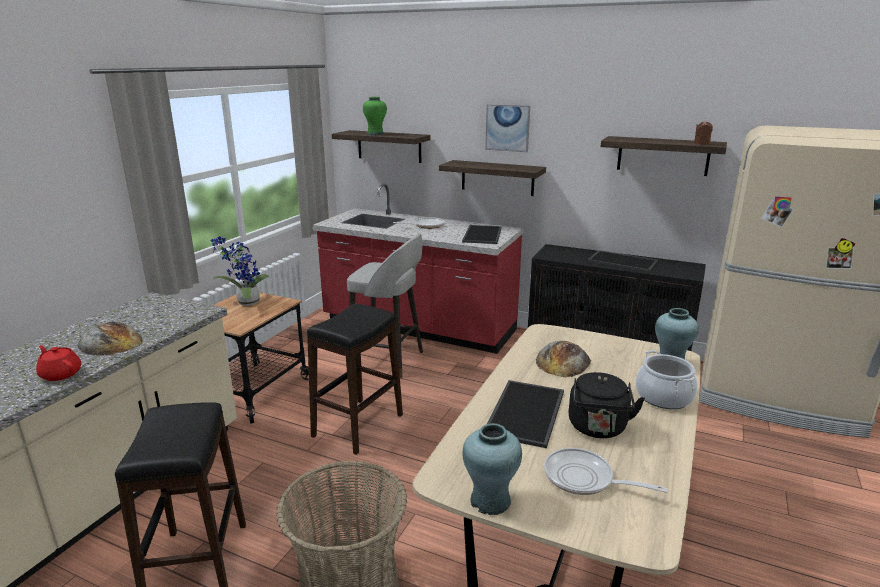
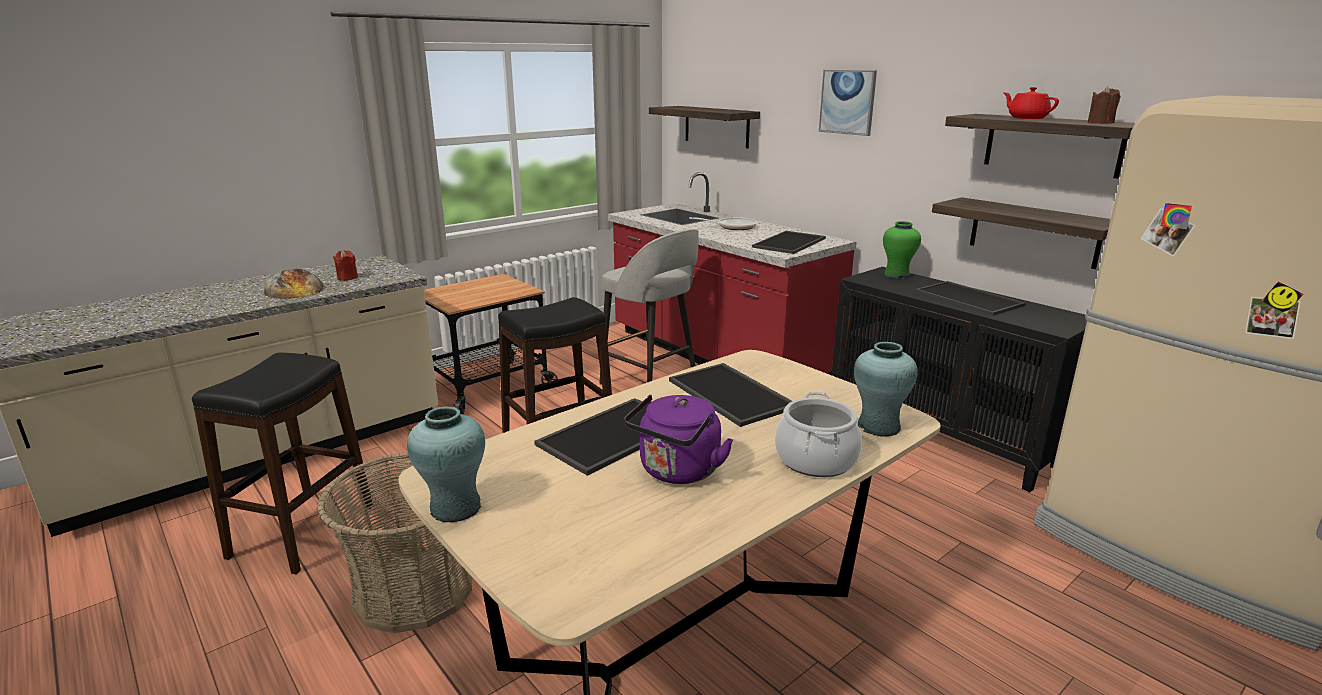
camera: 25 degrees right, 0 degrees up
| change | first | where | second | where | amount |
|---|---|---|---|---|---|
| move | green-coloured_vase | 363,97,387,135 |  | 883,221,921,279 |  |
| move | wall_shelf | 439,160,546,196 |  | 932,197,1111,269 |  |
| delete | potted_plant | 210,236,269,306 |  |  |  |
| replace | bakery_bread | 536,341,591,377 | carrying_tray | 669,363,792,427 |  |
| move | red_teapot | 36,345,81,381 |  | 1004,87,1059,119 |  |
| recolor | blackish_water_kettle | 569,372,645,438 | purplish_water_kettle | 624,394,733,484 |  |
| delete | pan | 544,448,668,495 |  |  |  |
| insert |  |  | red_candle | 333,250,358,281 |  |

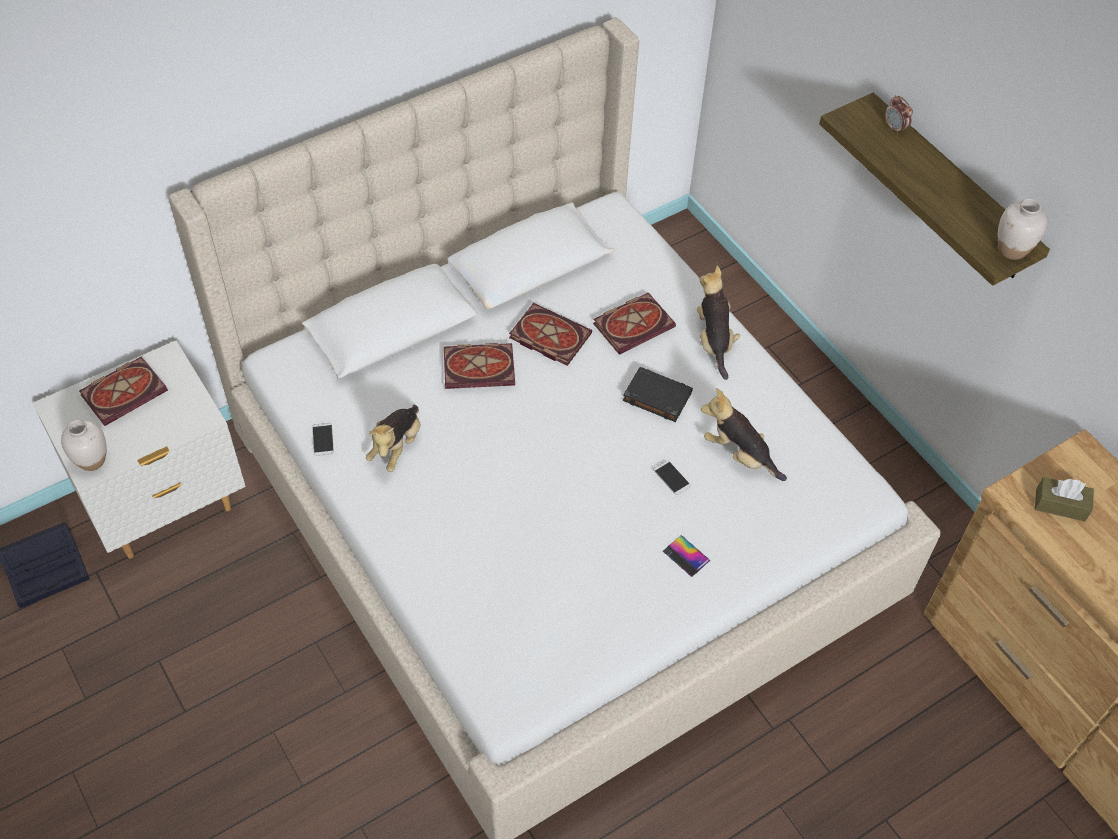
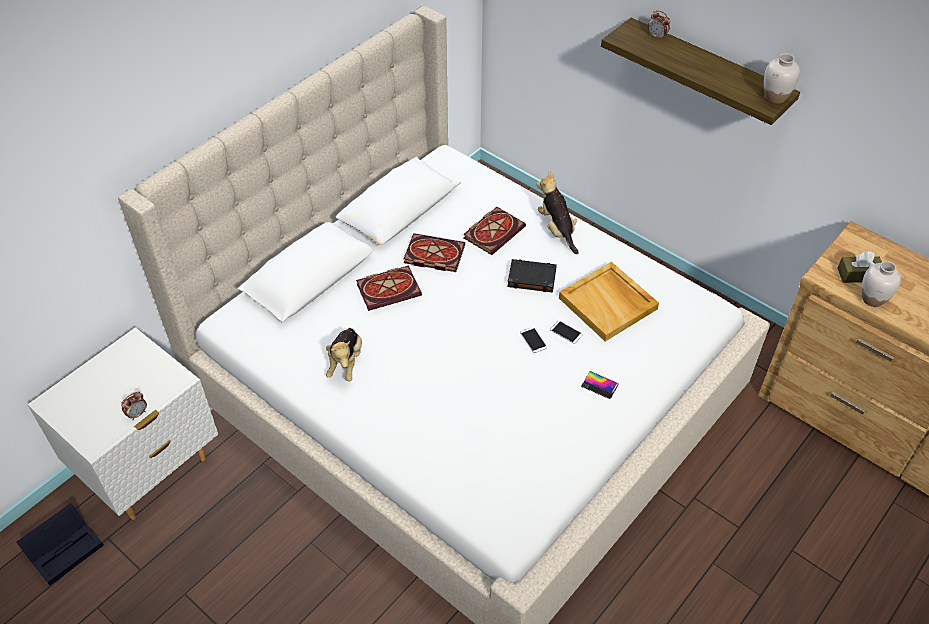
camera: 15 degrees left, 5 degrees down
| change | first | where | second | where | amount |
|---|---|---|---|---|---|
| delete | bound_book | 79,357,168,426 |  |  |  |
| replace | plush_toy | 701,388,787,481 | beige_carrying_tray | 559,262,659,341 |  |
| move | whitish_vase | 61,420,107,471 |  | 861,261,901,307 |  |
| move | handset | 312,423,334,456 |  | 520,327,547,353 |  |
| insert |  |  | bedside_clock | 121,392,147,420 |  |

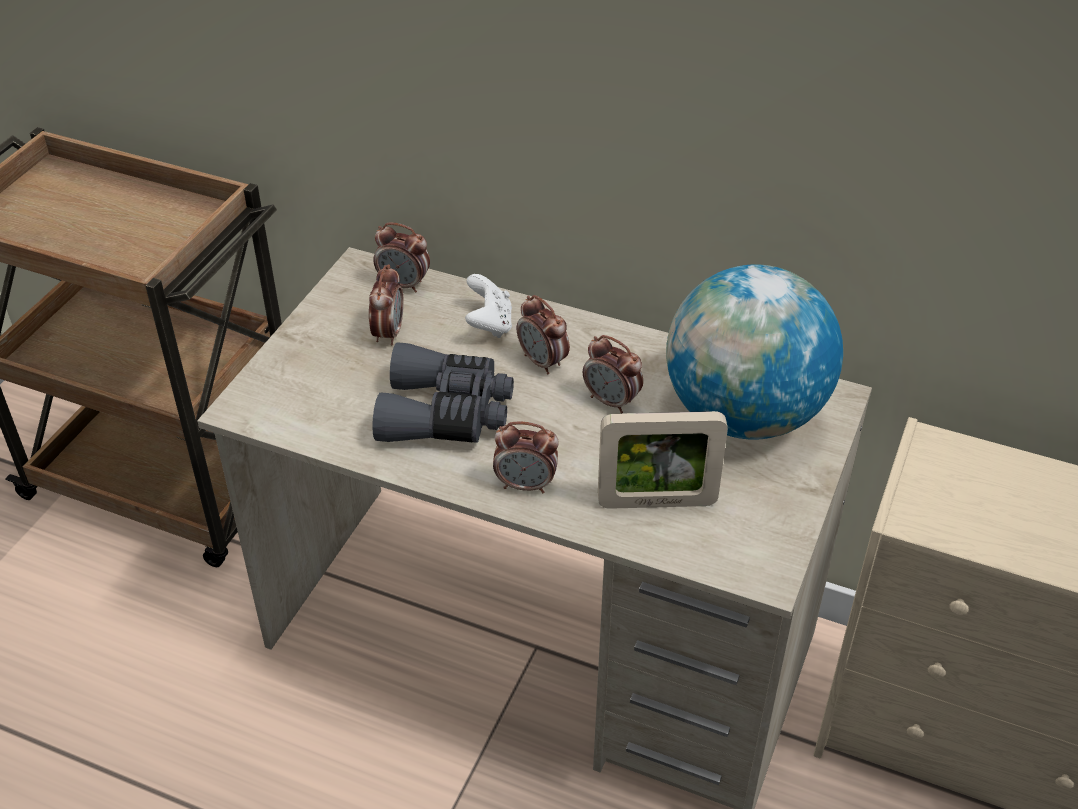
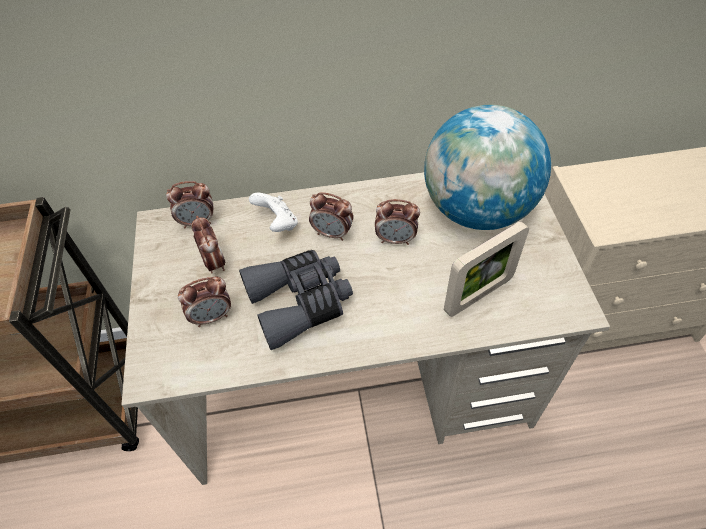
camera: 30 degrees left, 10 degrees up
| change | first | where | second | where | amount |
|---|---|---|---|---|---|
| move | bedside_clock | 493,422,559,493 |  | 178,276,231,327 |  |

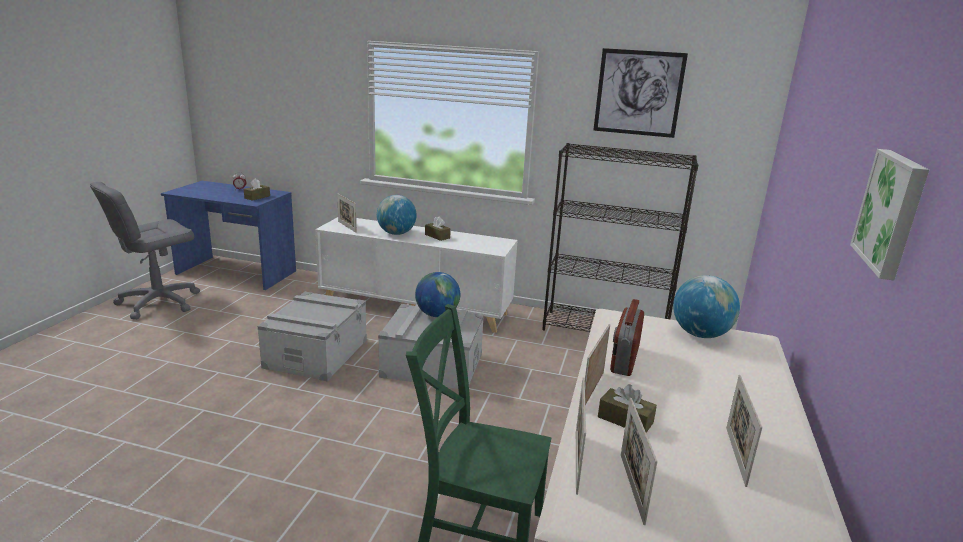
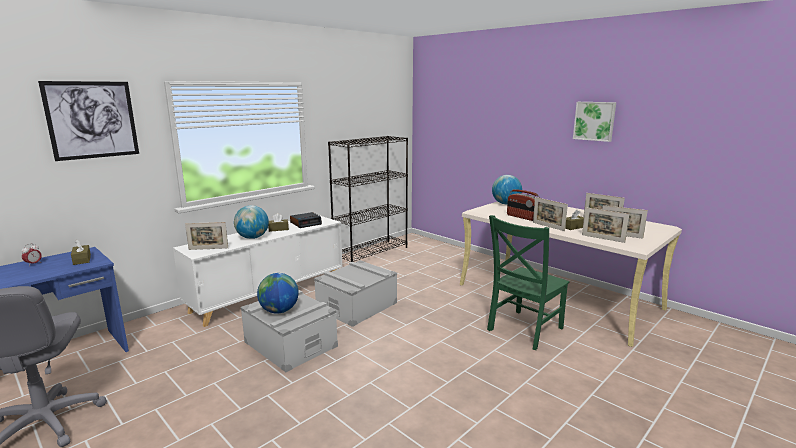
camera: 60 degrees left, 5 degrees down
| change | first | where | second | where | amount |
|---|---|---|---|---|---|
| move | wall_art | 594,48,688,138 |  | 38,81,139,161 |  |
| move | world_globe | 415,272,460,317 |  | 257,273,299,314 |  |
| insert |  |  | bedside_clock | 290,212,322,228 |  |

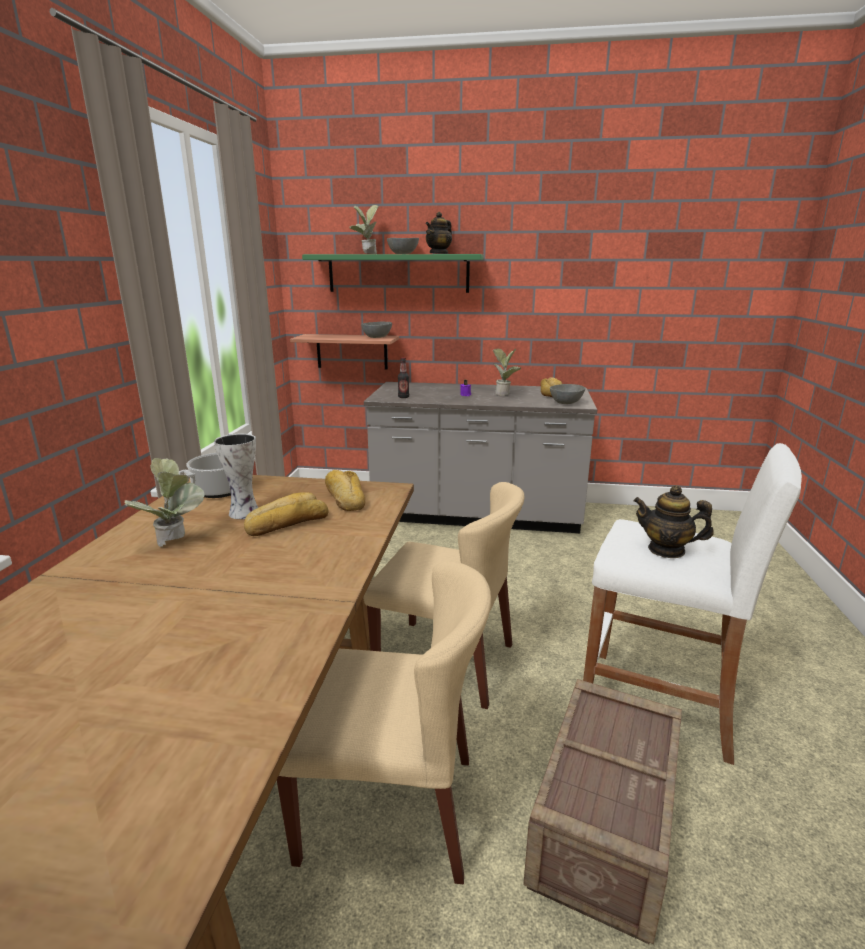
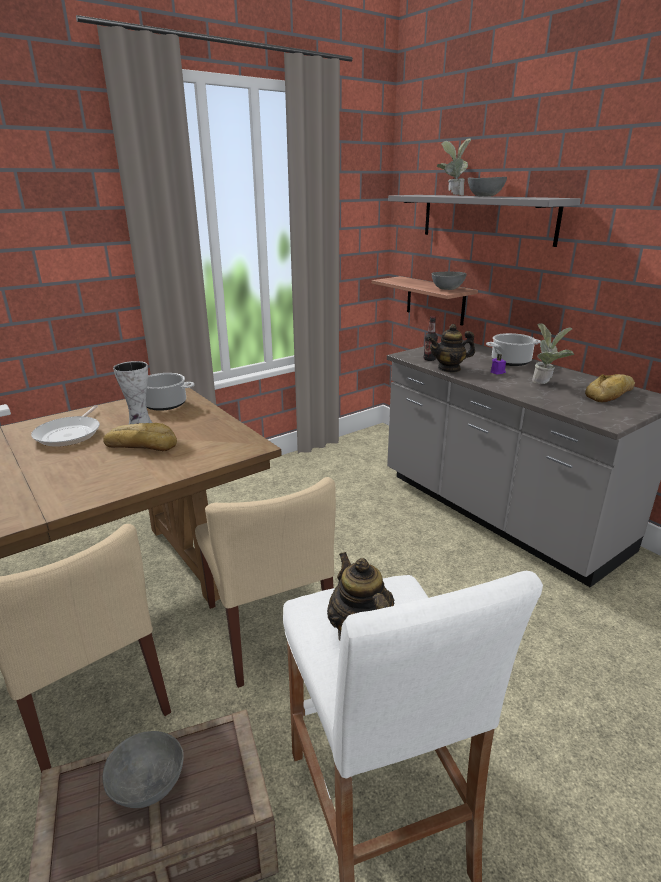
camera: 45 degrees right, 5 degrees up
| change | first | where | second | where | amount |
|---|---|---|---|---|---|
| move | teapot | 426,212,452,254 |  | 428,324,475,373 |  |
| recolor | green-coloured_wall_shelf | 302,254,483,293 | gray_wall_shelf | 388,195,581,247 |  |
| move | gray_serving_bowl | 550,384,585,404 |  | 103,731,184,808 |  |
| replace | potted_plant | 125,458,205,547 | pan | 31,405,100,447 |  |
| delete | bakery_bread | 325,470,365,511 |  |  |  |
| insert |  |  | stockpot | 486,333,541,366 |  |

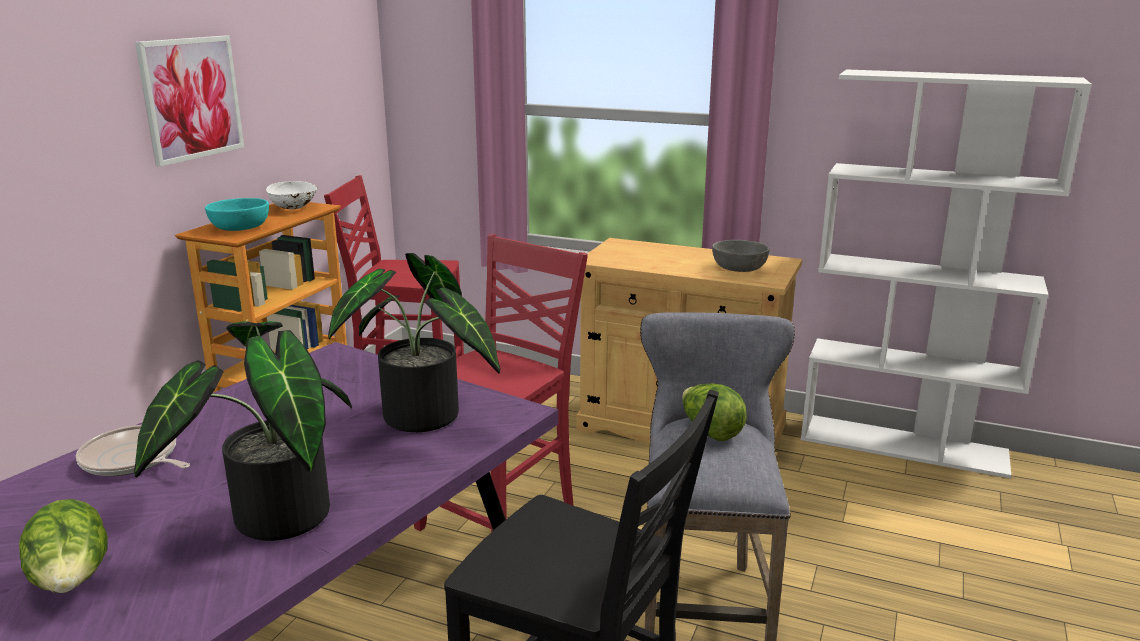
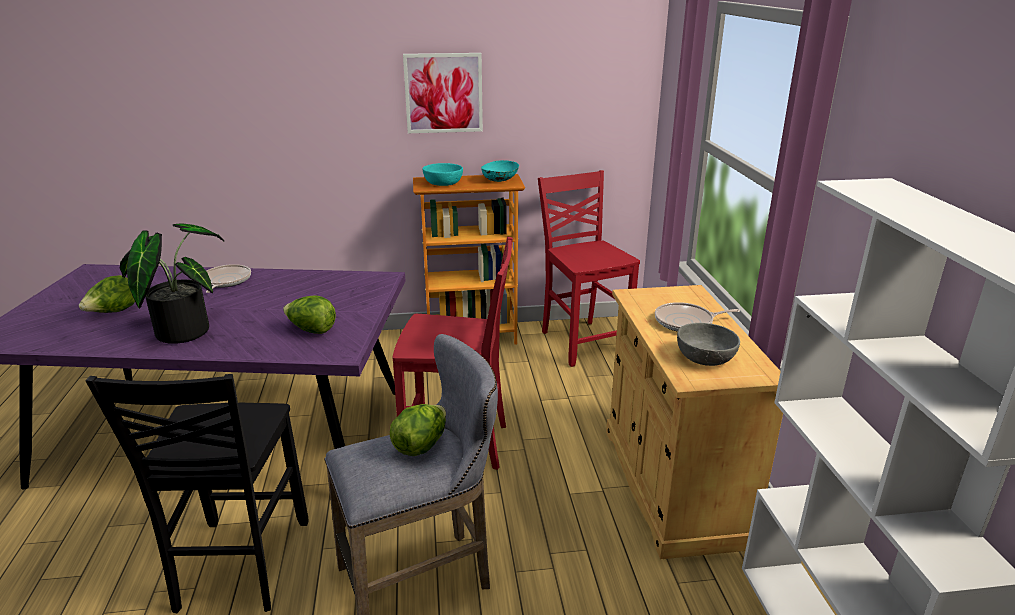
camera: 60 degrees right, 5 degrees up
| change | first | where | second | where | amount |
|---|---|---|---|---|---|
| recolor | whitish_serving_bowl | 266,181,317,209 | turquoise_serving_bowl | 481,160,519,182 |  |
| replace | potted_plant | 328,253,501,432 | lettuce | 283,296,336,334 |  |
| insert |  |  | pan | 655,302,740,332 |  |

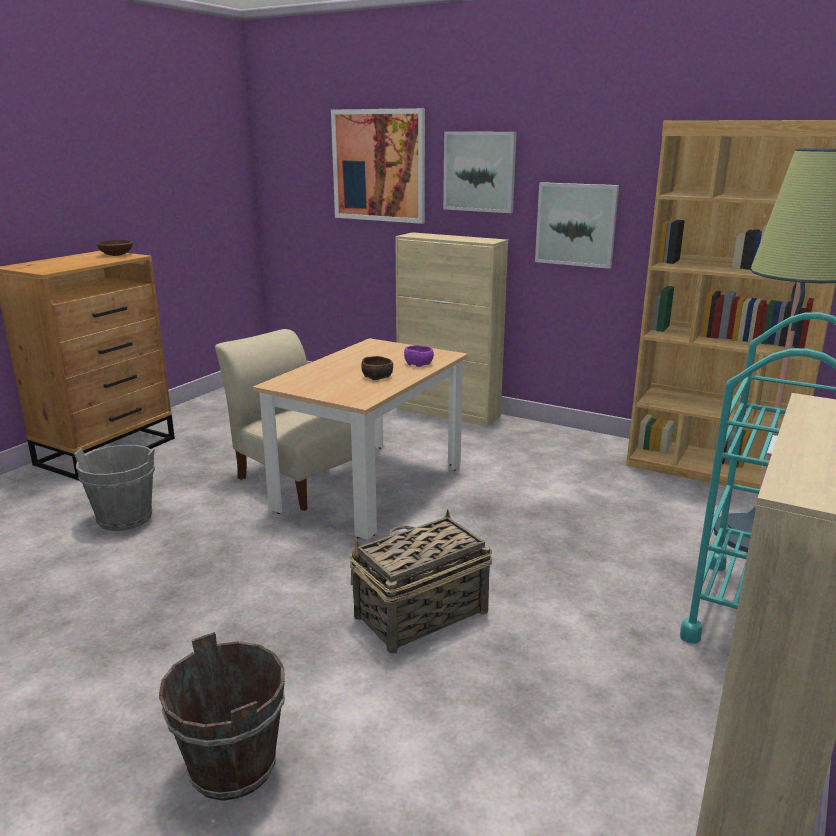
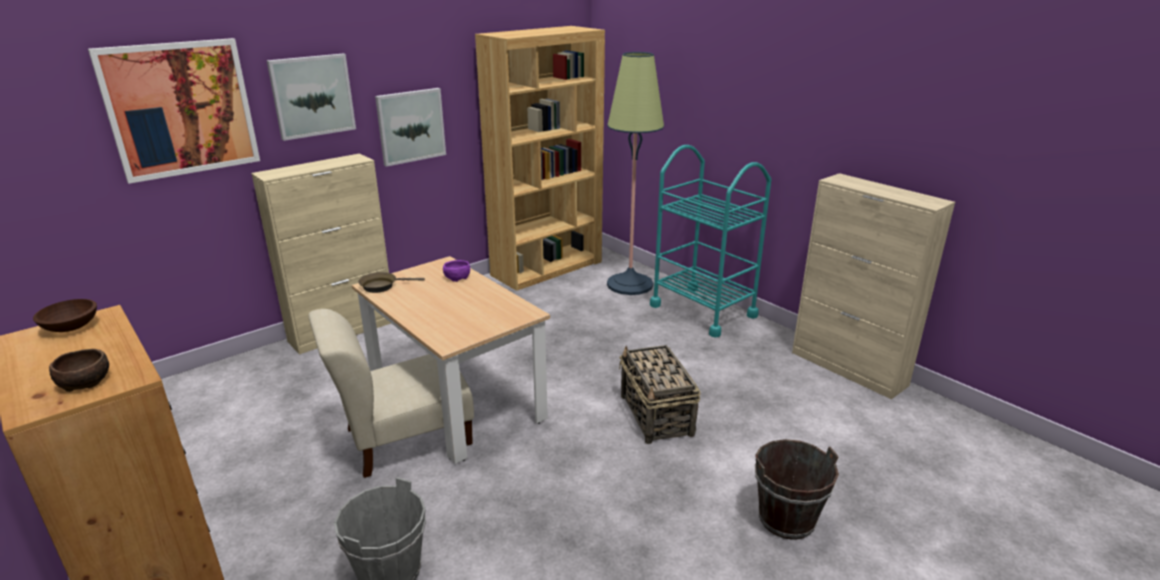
camera: 70 degrees left, 5 degrees up
| change | first | where | second | where | amount |
|---|---|---|---|---|---|
| move | brown-coloured_serving_bowl | 361,356,393,380 |  | 49,349,109,392 |  |
| insert |  |  | brown-coloured_pan | 358,272,425,293 |  |

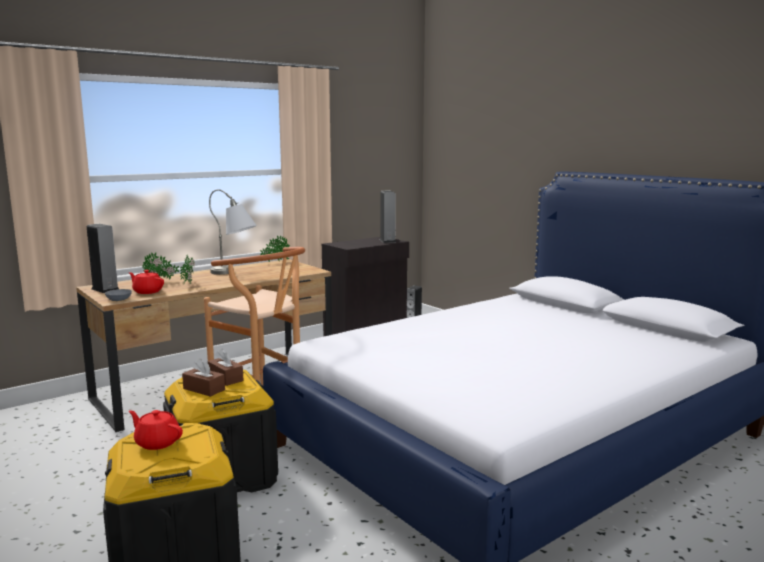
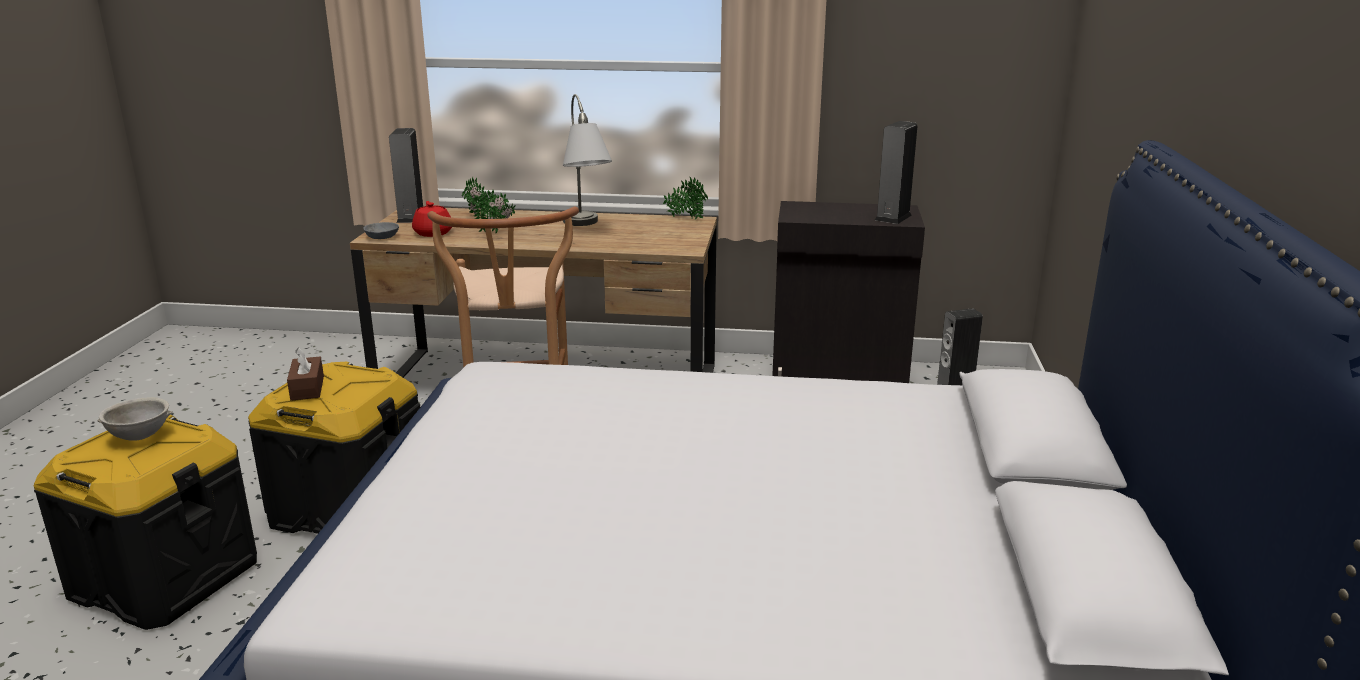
camera: 45 degrees right, 10 degrees up
| change | first | where | second | where | amount |
|---|---|---|---|---|---|
| delete | brown-coloured_tissue_box | 208,349,244,386 |  |  |  |
| replace | red_teapot | 129,410,183,450 | gray_serving_bowl | 98,397,173,441 |  |

